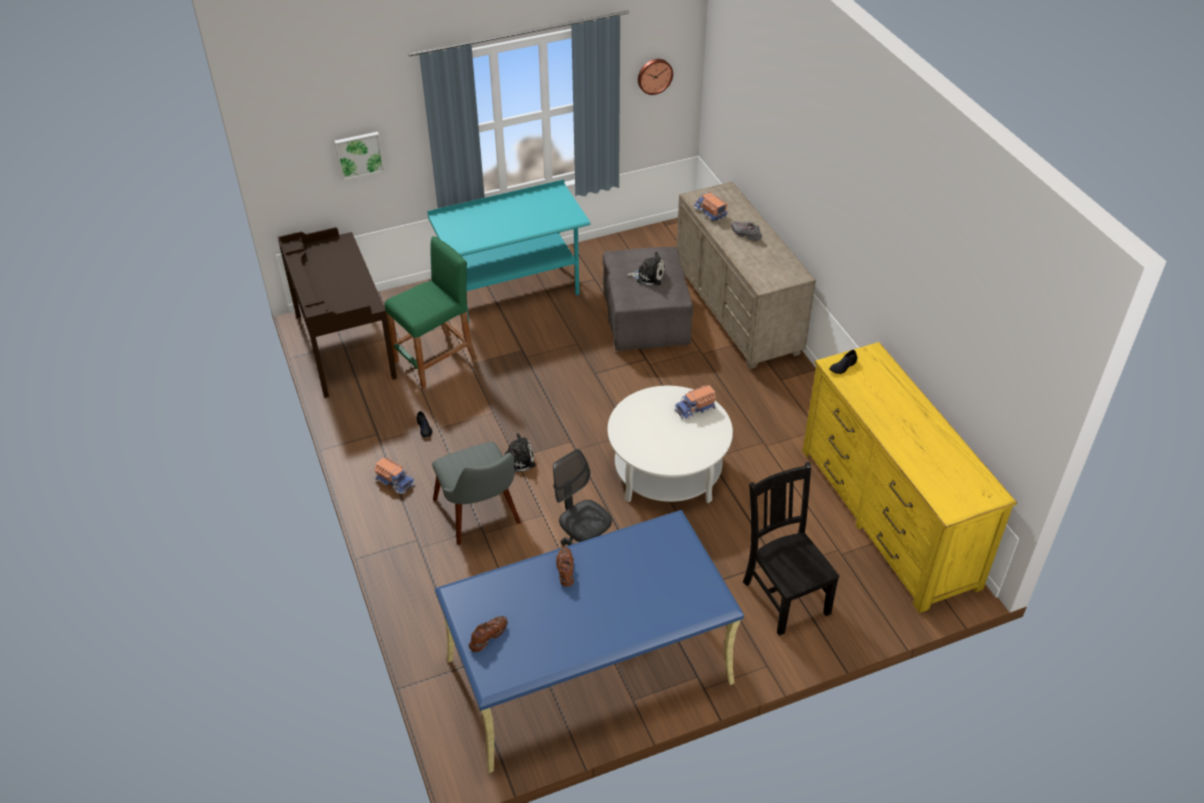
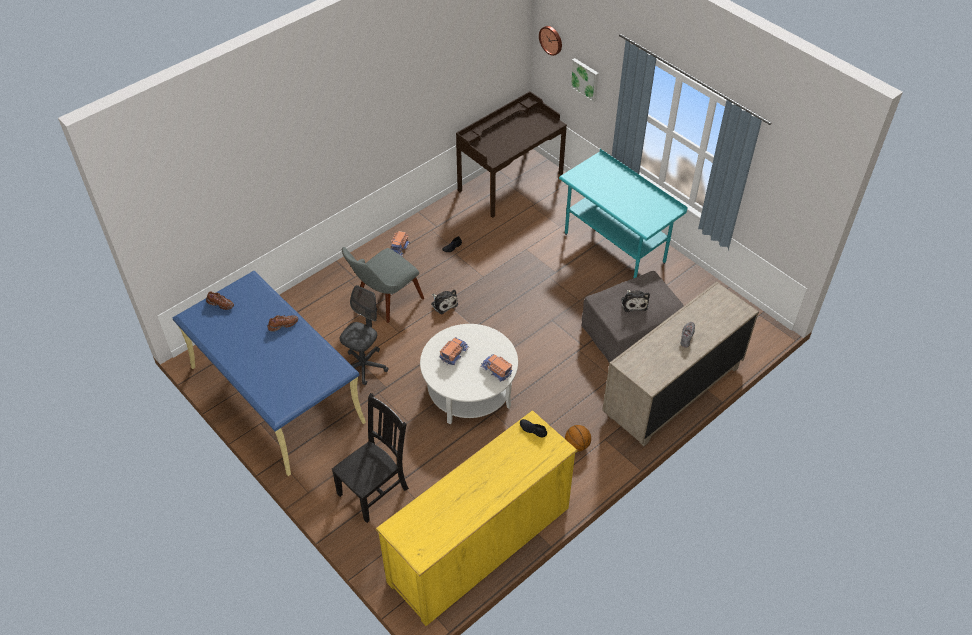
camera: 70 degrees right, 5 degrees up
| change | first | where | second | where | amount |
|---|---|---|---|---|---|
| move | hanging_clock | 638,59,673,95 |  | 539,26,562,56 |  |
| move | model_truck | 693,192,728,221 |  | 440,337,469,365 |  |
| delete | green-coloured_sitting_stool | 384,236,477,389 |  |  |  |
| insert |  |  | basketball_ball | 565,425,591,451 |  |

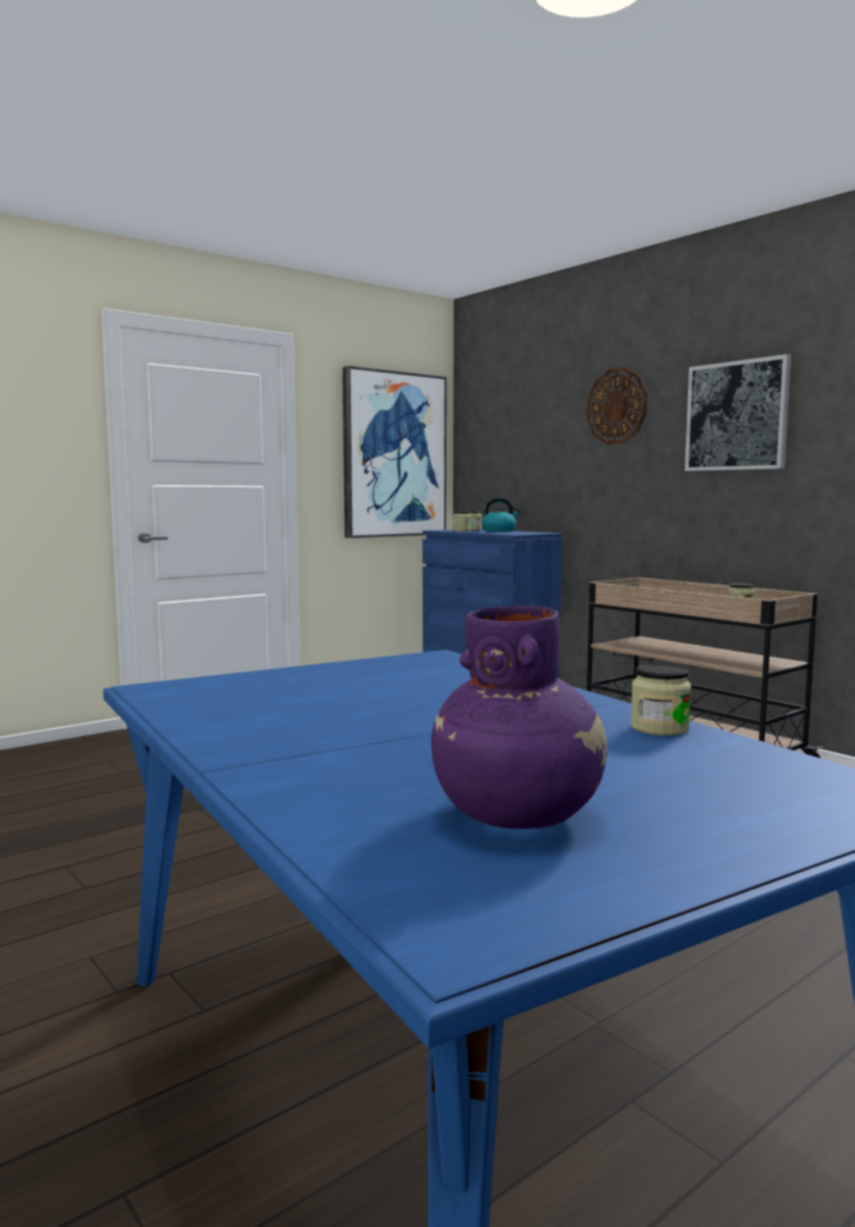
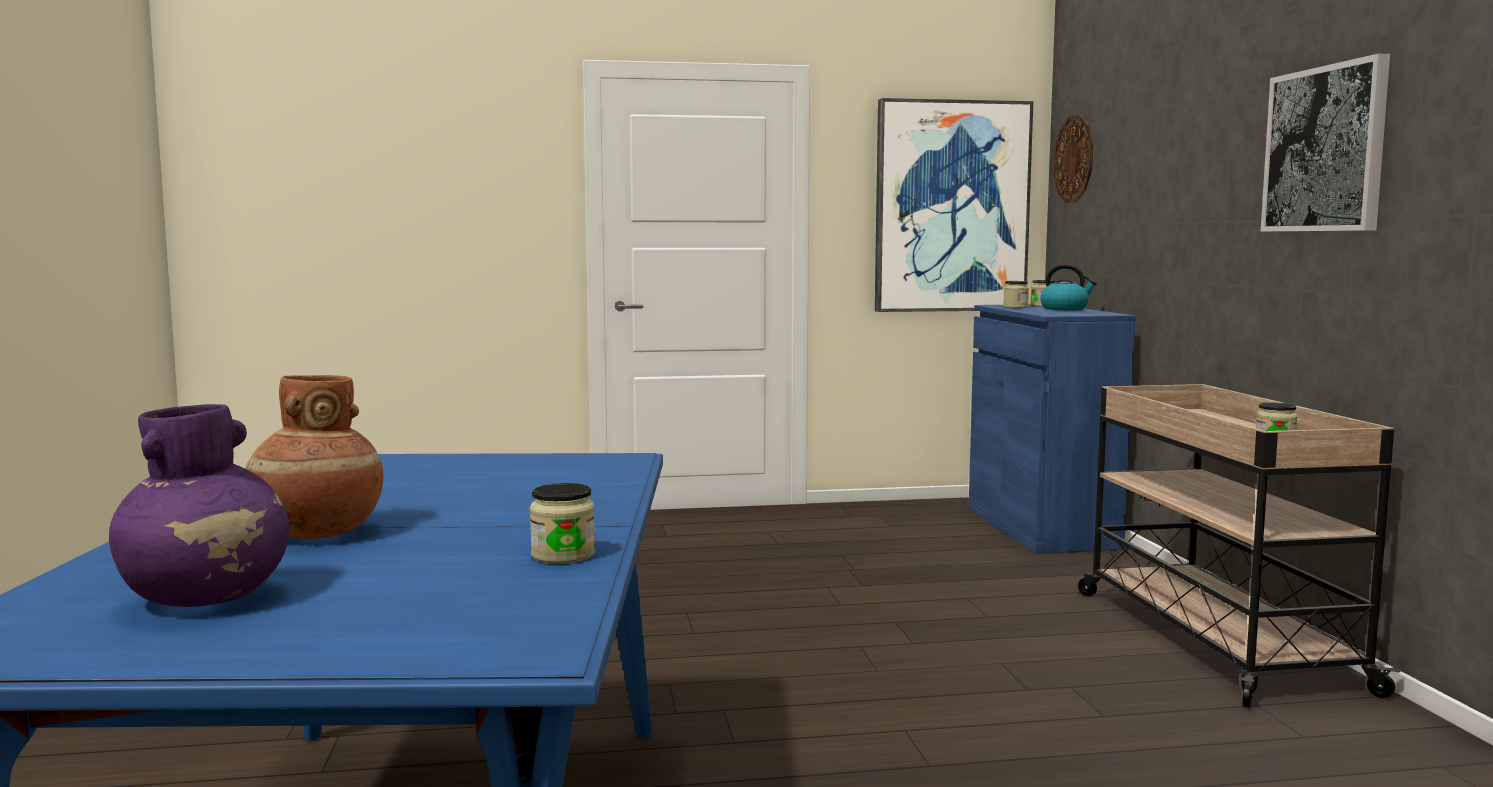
camera: 30 degrees right, 0 degrees up
| change | first | where | second | where | amount |
|---|---|---|---|---|---|
| move | hanging_clock | 587,367,647,444 |  | 1053,115,1093,203 |  |
| insert |  |  | brown-coloured_vase | 245,375,383,539 |  |

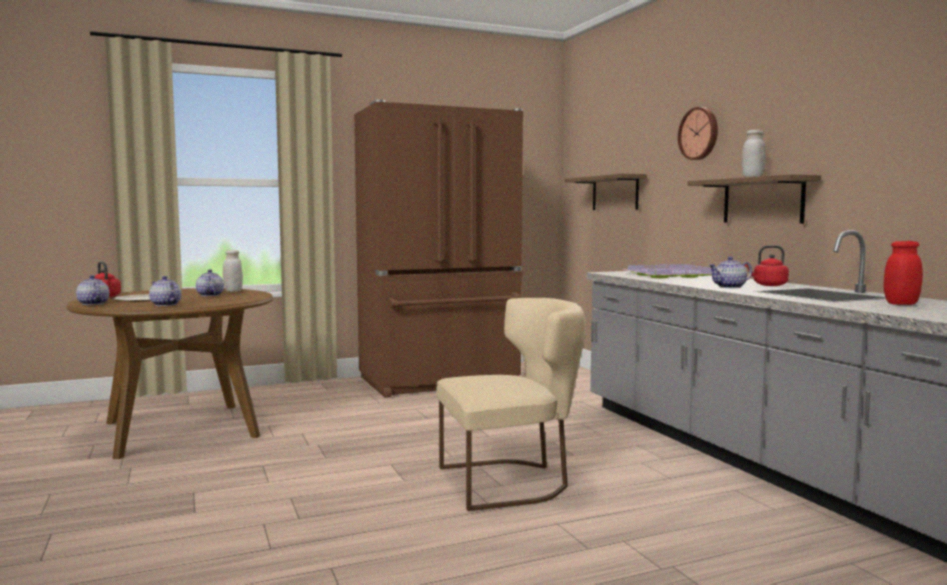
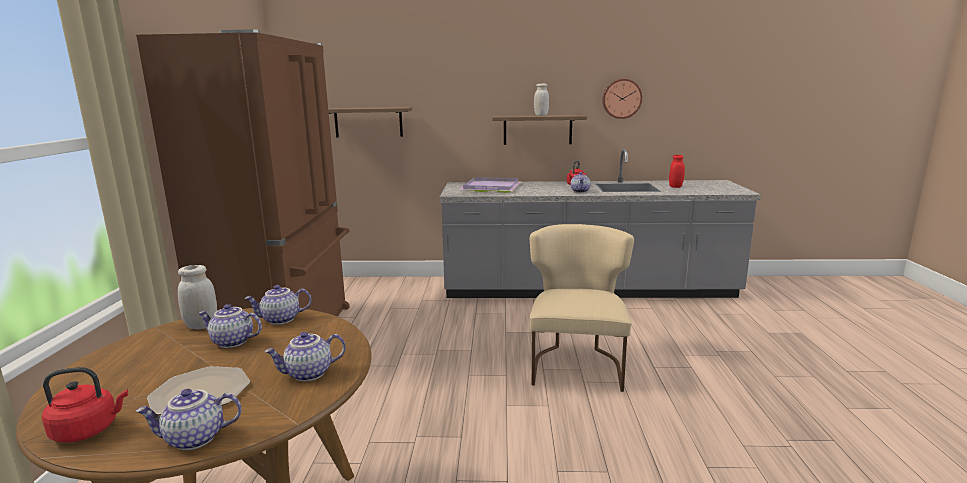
camera: 65 degrees left, 10 degrees up
| change | first | where | second | where | amount |
|---|---|---|---|---|---|
| move | hanging_clock | 678,107,718,160 |  | 602,79,642,119 |  |
| insert |  |  | teapot | 244,285,312,325 |  |

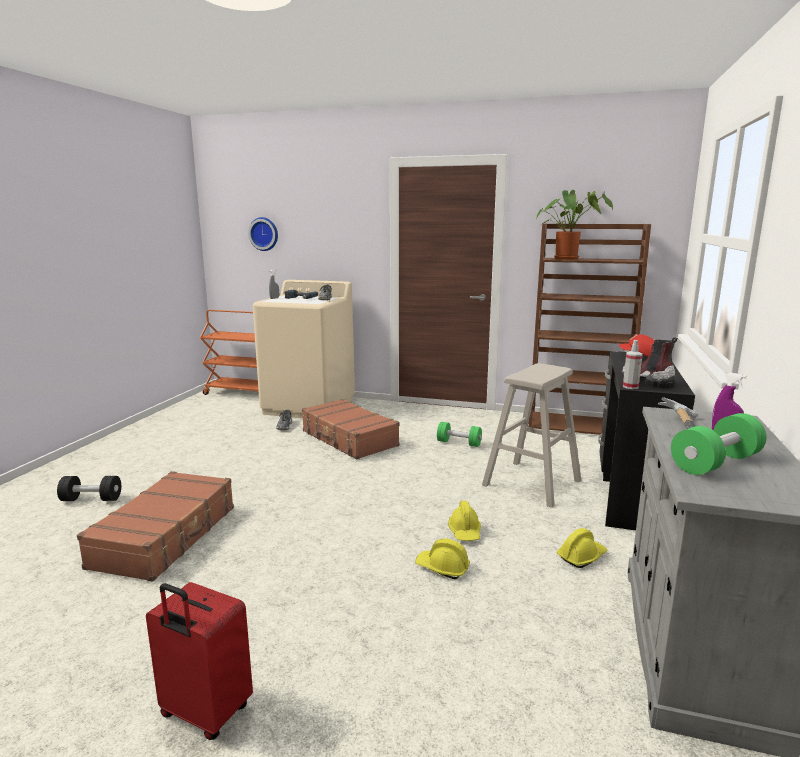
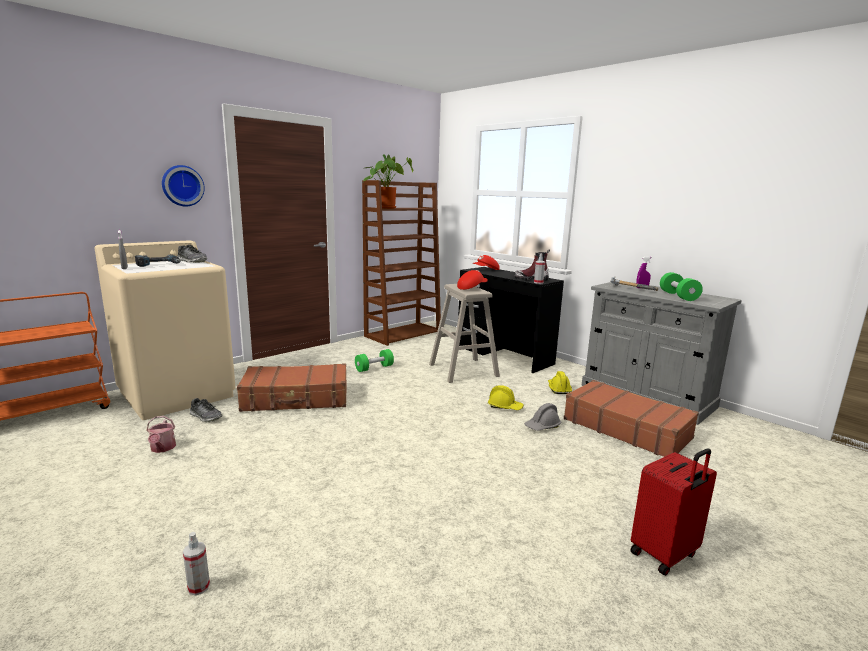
camera: 60 degrees left, 0 degrees up
| change | first | where | second | where | amount |
|---|---|---|---|---|---|
| move | hanging_clock | 248,217,278,251 |  | 162,165,205,206 |  |
| move | brown-coloured_travel_case | 77,471,234,582 |  | 564,380,699,457 |  |
| replace | blackish_dumbbell | 57,476,121,501 | sprayer | 183,532,210,596 |  |
| recolor | yellowish_hard_hat | 415,539,470,579 | gray_hard_hat | 524,403,562,431 |  |
| insert |  |  | red_baseball_cap | 457,270,488,290 |  |
| insert |  |  | watering_pot | 146,416,176,453 |  |

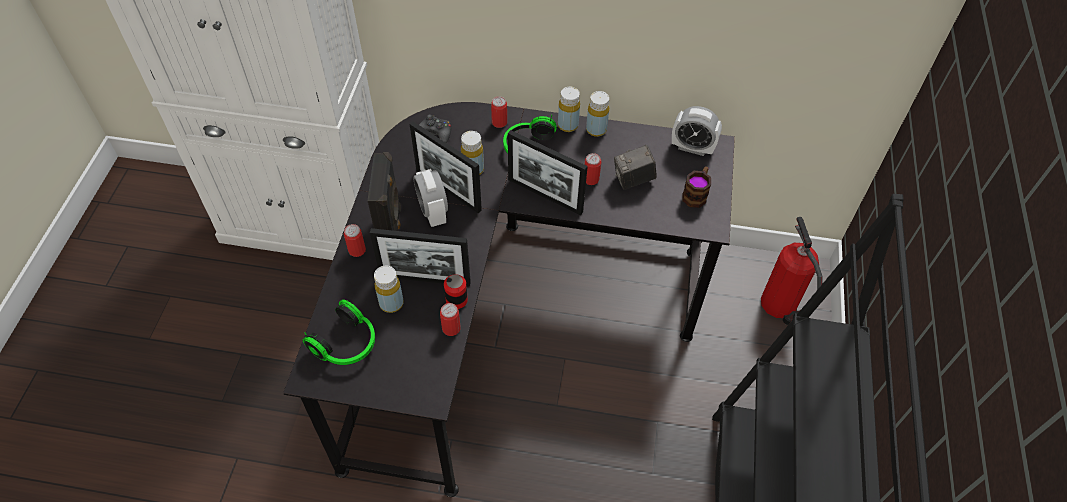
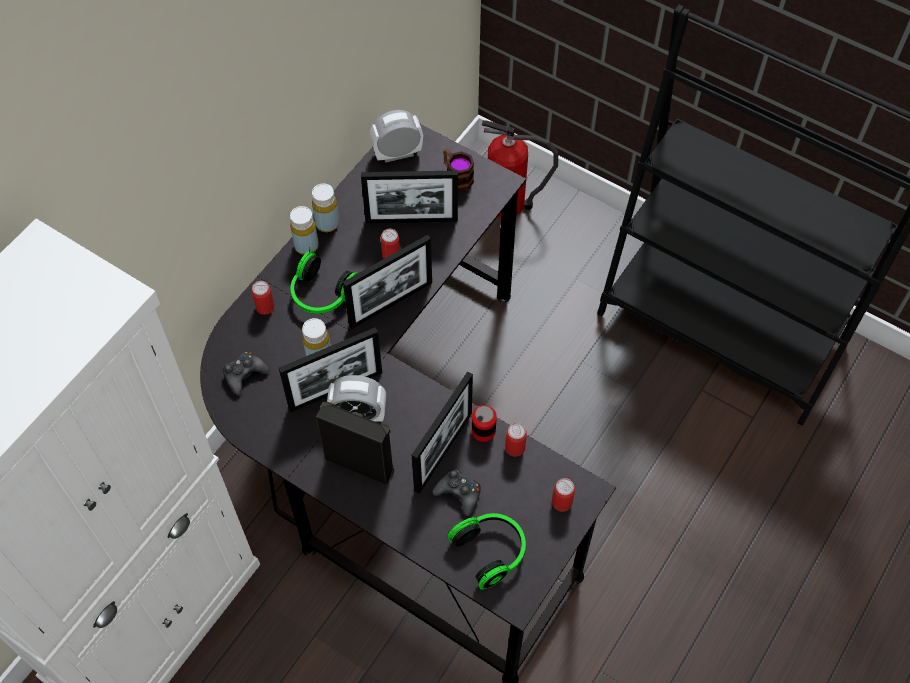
camera: 65 degrees left, 5 degrees up
| change | first | where | second | where | amount |
|---|---|---|---|---|---|
| rotate | bedside_clock | 672,106,722,156 |  | 370,110,423,163 | 150 degrees counterclockwise |
| replace | still_camera | 614,145,657,190 | photo_frame | 361,170,458,223 |  |
| move | can | 344,224,366,257 |  | 552,478,575,512 |  |
| replace | yellowish_bottle | 374,266,404,313 | blackish_game_controller | 432,469,481,515 |  |

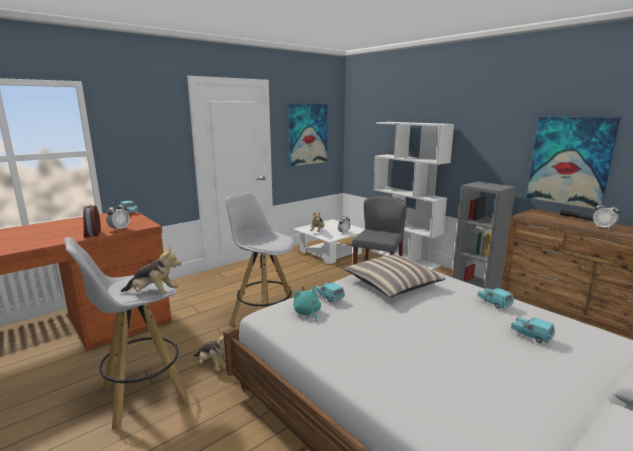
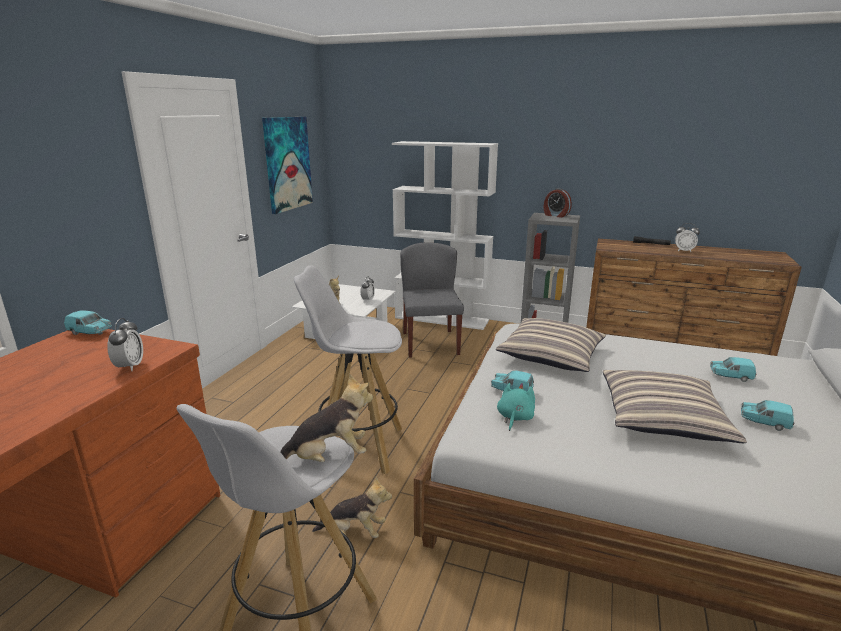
camera: 30 degrees left, 5 degrees up
| change | first | where | second | where | amount |
|---|---|---|---|---|---|
| delete | wall_art | 526,116,621,210 |  |  |  |
| move | bedside_clock | 83,204,101,237 |  | 544,188,572,218 |  |
| rotate | turquoise_plush_toy | 293,286,321,321 |  | 497,383,535,431 | 75 degrees clockwise |
| move | turquoise_model_car | 477,288,514,309 |  | 741,400,794,431 |  |
| insert |  |  | cushion | 603,370,747,443 |  |

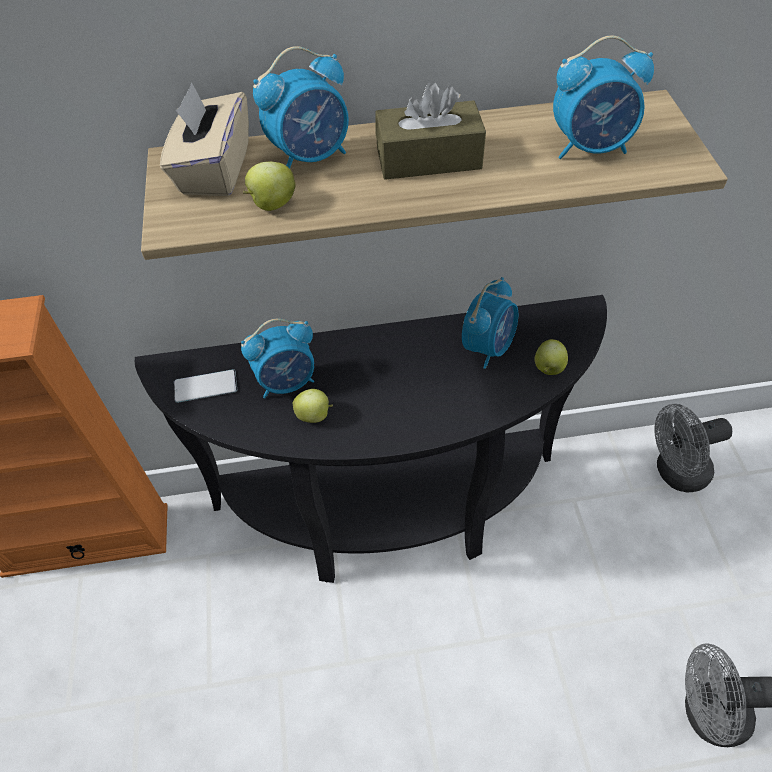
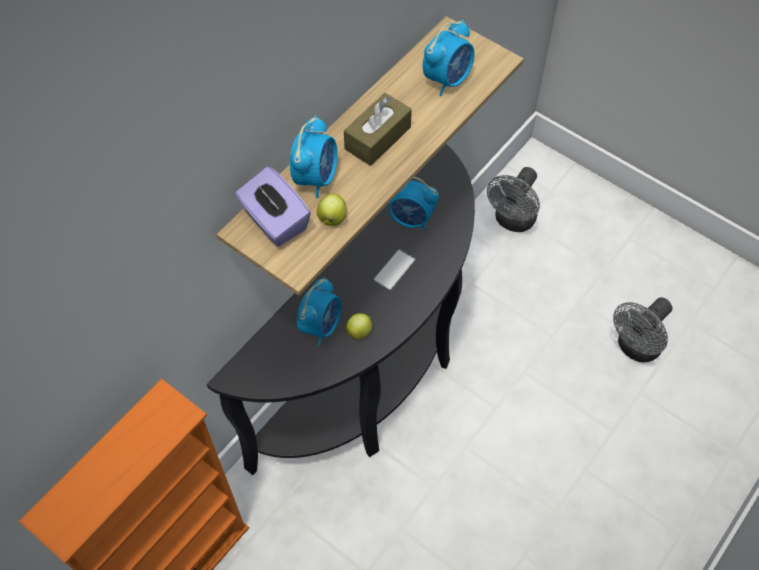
camera: 45 degrees left, 5 degrees up
| change | first | where | second | where | amount |
|---|---|---|---|---|---|
| recolor | beige_tissue_box | 160,83,249,196 | purplish_tissue_box | 235,167,311,246 |  |
| rotate | bedside_clock | 462,277,518,369 |  | 390,177,439,230 | 120 degrees clockwise |
| delete | apple_fruit | 534,339,568,375 |  |  |  |
| move | handset | 174,369,237,403 |  | 374,249,415,290 |  |

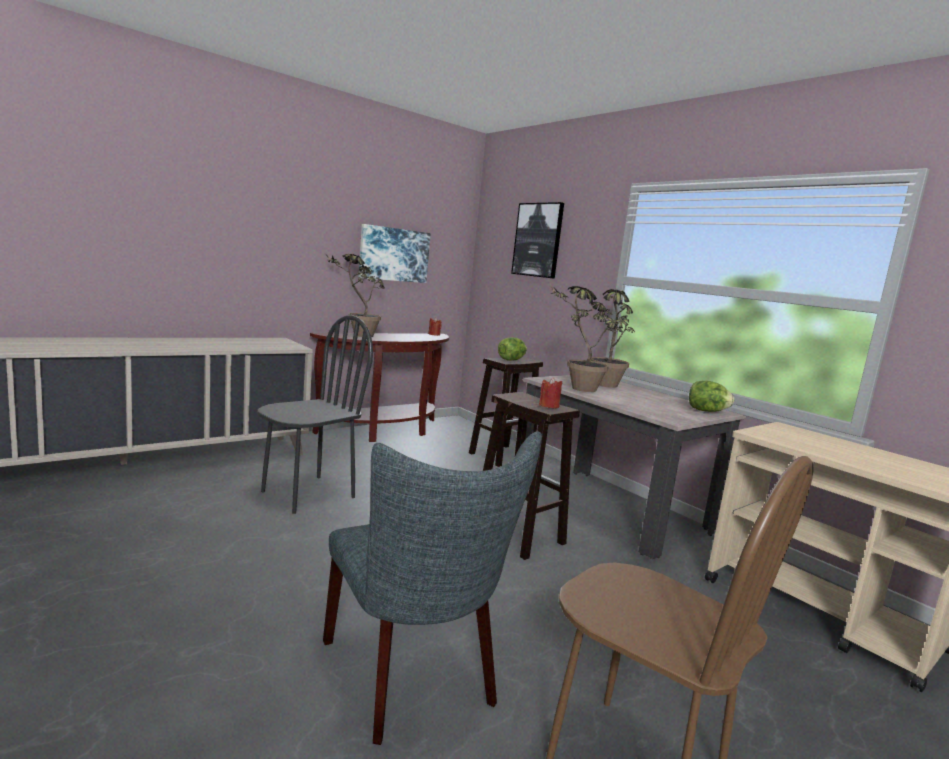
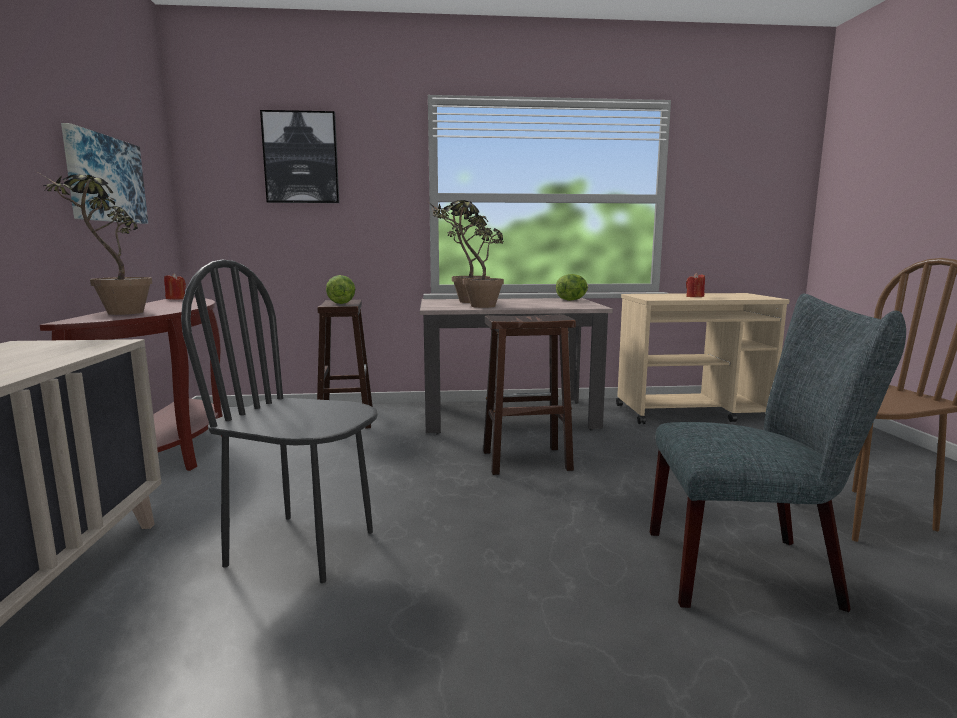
camera: 55 degrees left, 0 degrees up
| change | first | where | second | where | amount |
|---|---|---|---|---|---|
| rotate | blackish_plain_chair | 257,315,373,514 |  | 181,259,378,583 | 60 degrees counterclockwise |
| move | red_candle | 539,377,562,409 |  | 686,273,705,297 |  |

